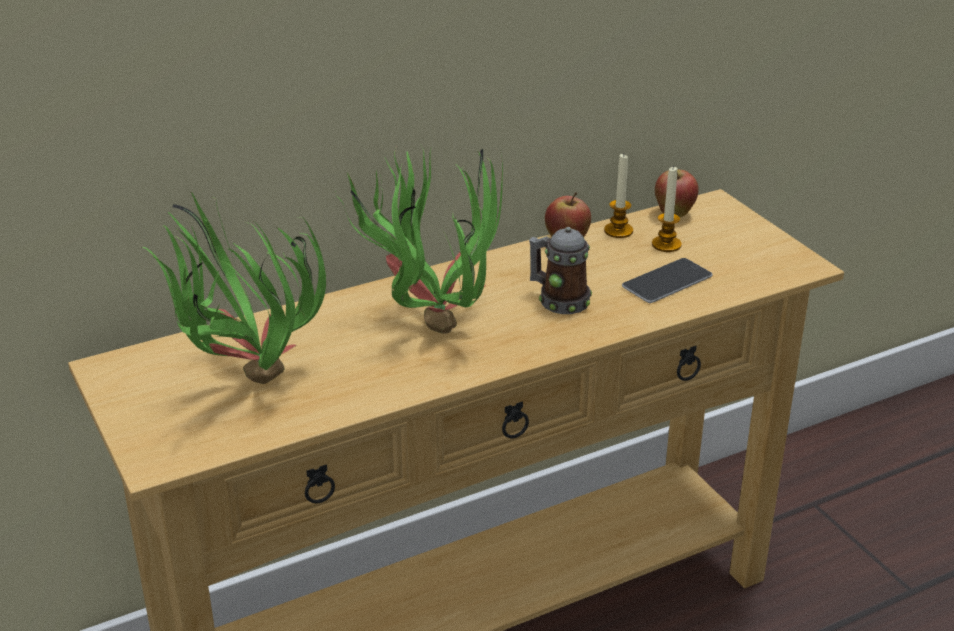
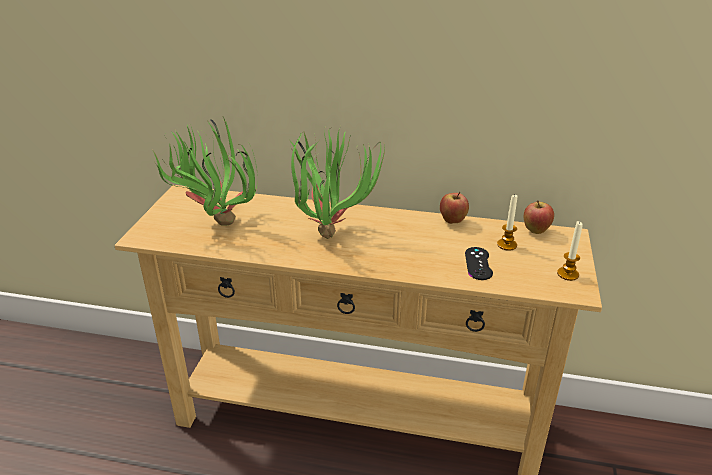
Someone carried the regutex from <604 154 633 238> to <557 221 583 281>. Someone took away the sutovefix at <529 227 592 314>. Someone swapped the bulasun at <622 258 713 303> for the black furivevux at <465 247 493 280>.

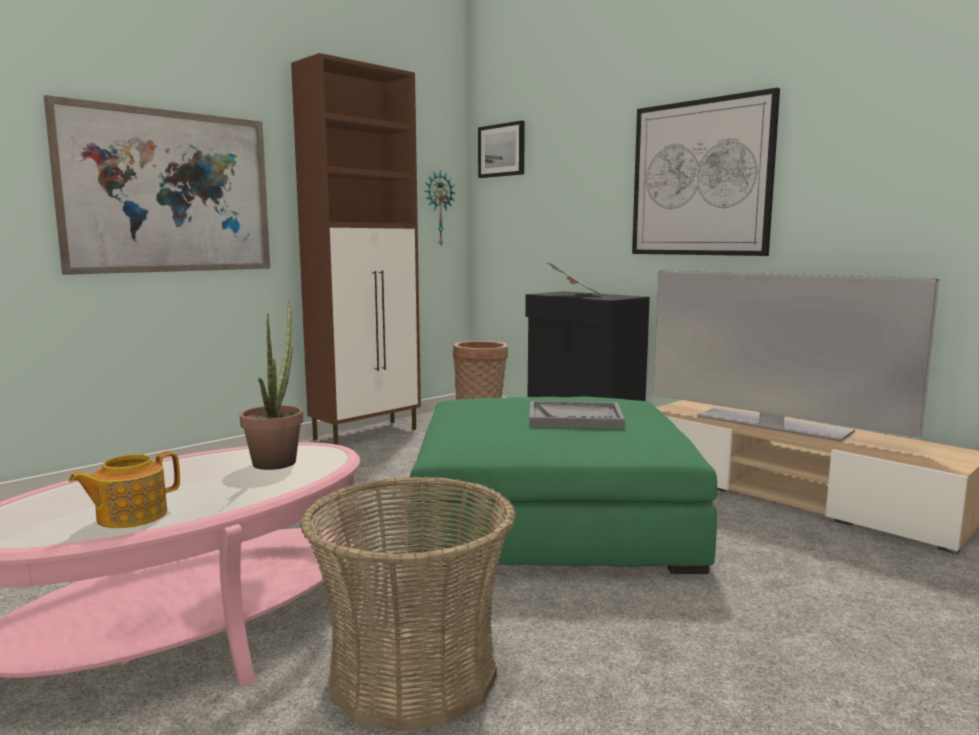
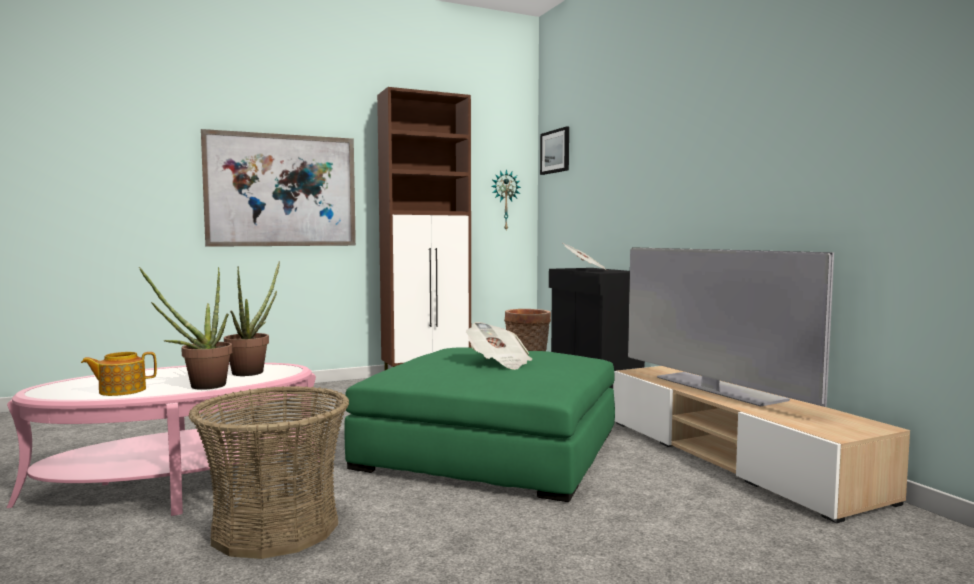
Someone took away the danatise at <632 88 780 256>. Someone swapped the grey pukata at <529 401 625 428> for the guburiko at <466 322 532 370>. Someone put down the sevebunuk at <139 267 232 390>.

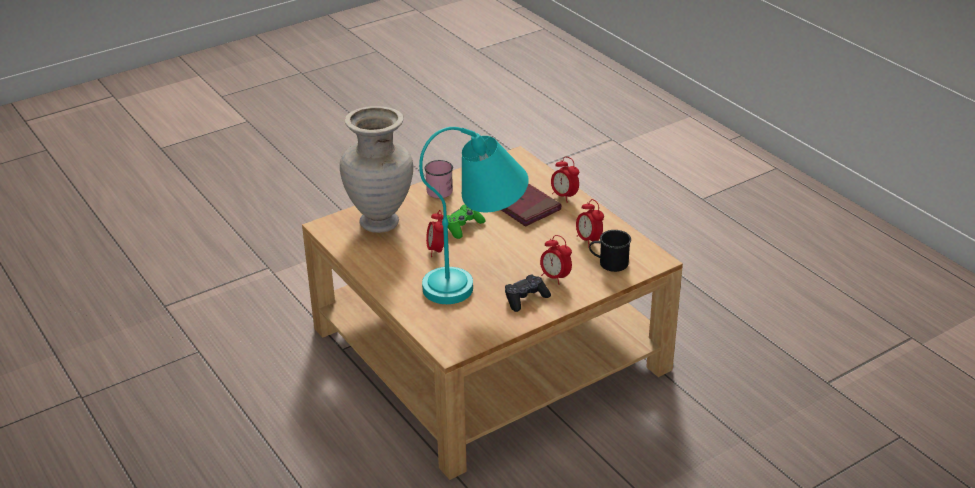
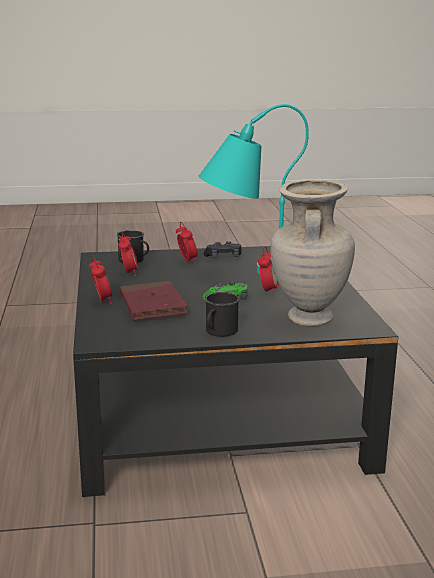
Someone repainted the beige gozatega at <302 146 683 480>, which became the black gozatega at <73 246 398 497>. Someone repainted the pink sutovefix at <424 160 453 198>, which became the black sutovefix at <205 292 240 337>.

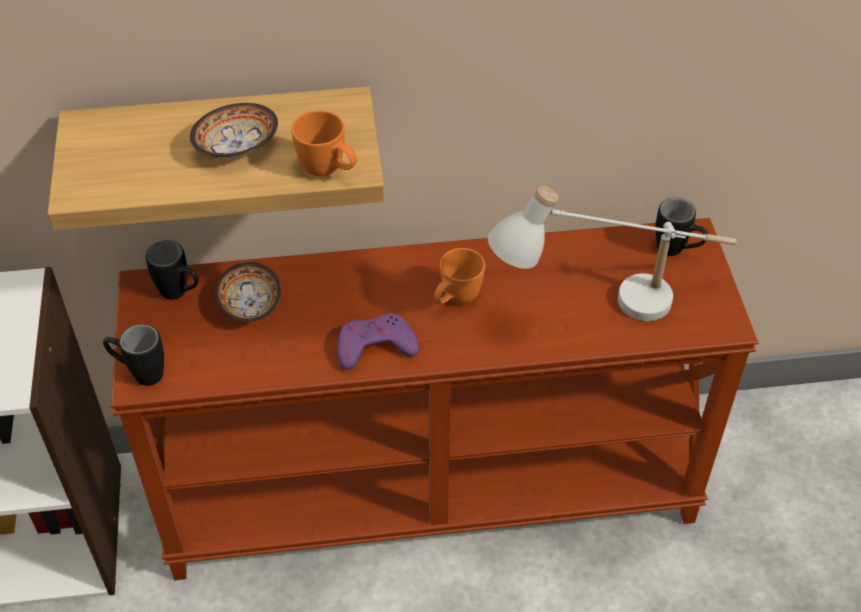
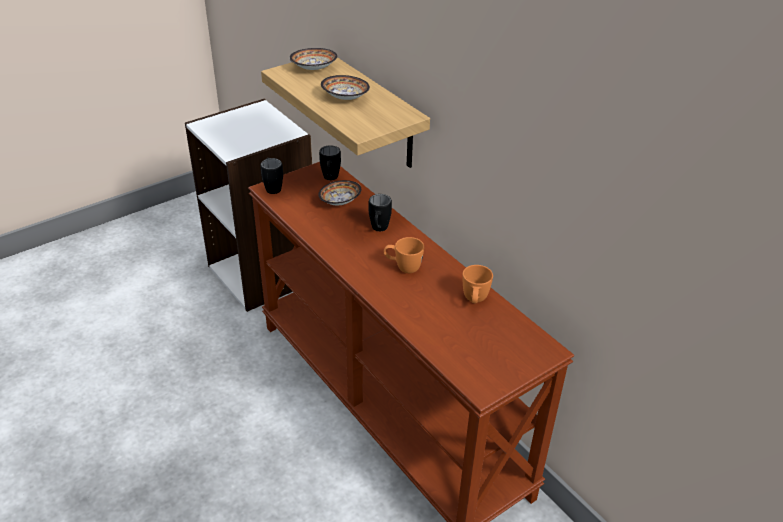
Someone carried the orange sutovefix from <291 110 357 177> to <462 265 493 303>. Someone took away the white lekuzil at <488 186 737 321>. Someone carried the black sutovefix from <655 198 708 256> to <369 194 392 231>. Someone took away the purple furivevux at <337 314 419 370>. Someone put down the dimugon at <289 48 337 70>.

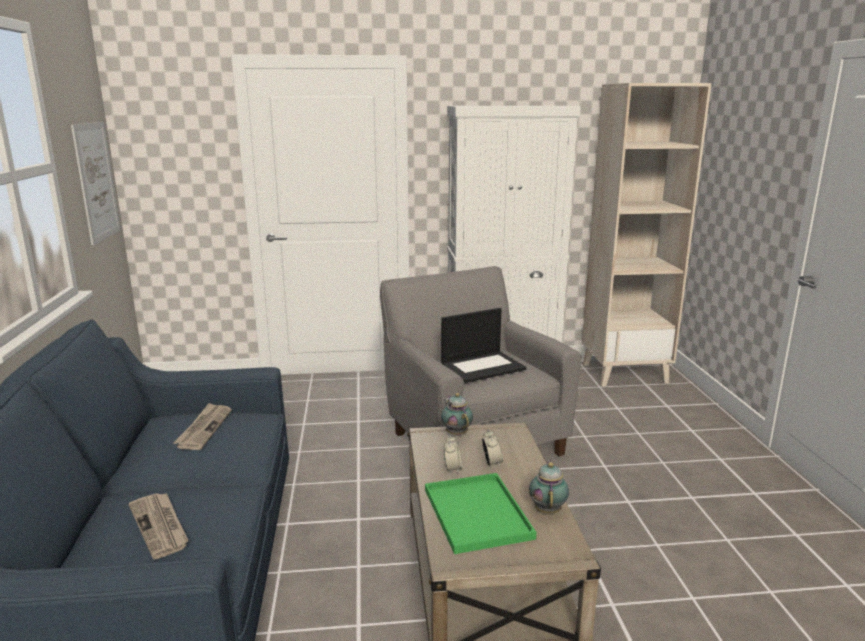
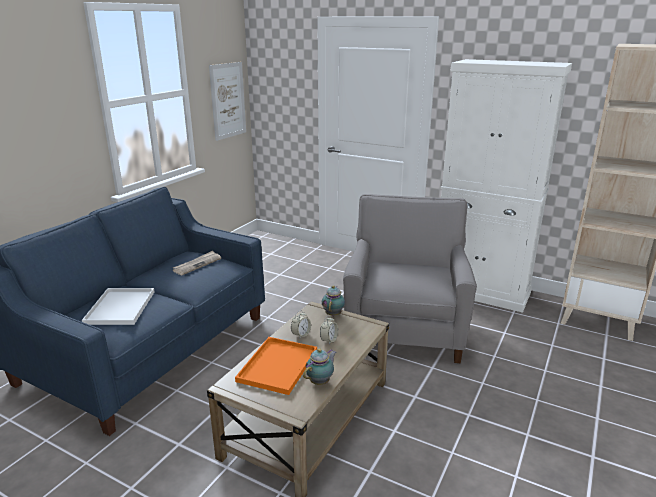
Someone took away the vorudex at <441 308 526 383>. Someone repainted the green pukata at <425 473 536 554>, which became the orange pukata at <235 337 317 395>. Someone swapped the guburiko at <129 493 189 559> for the white pukata at <82 288 155 325>.

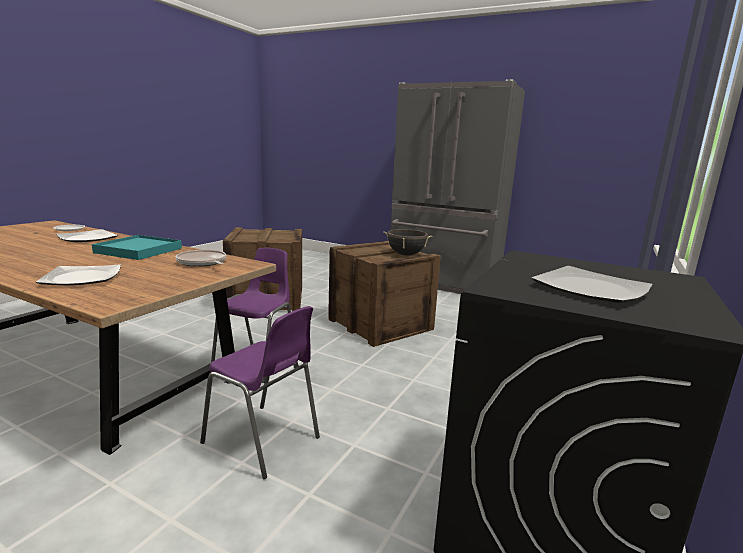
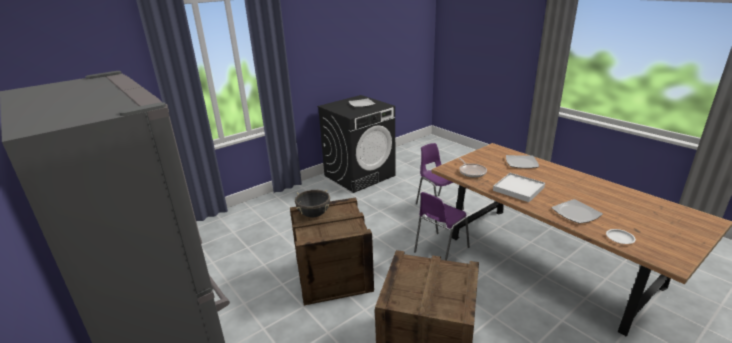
Someone repainted the turquoise pukata at <92 235 182 260>, which became the white pukata at <493 173 545 202>.

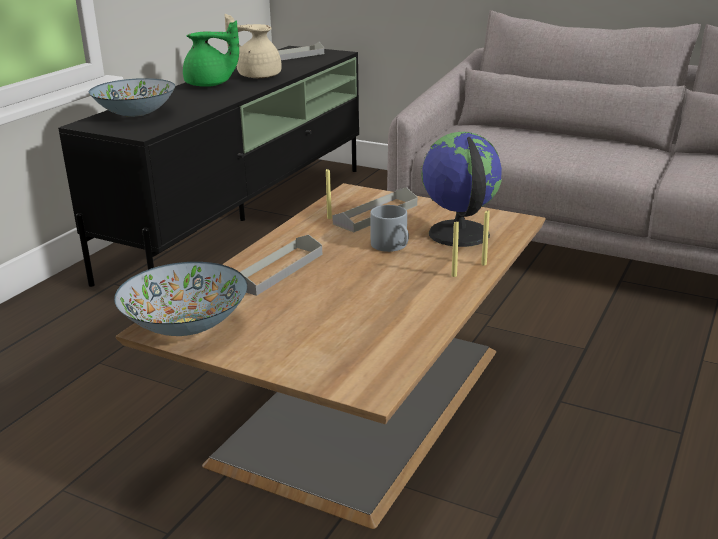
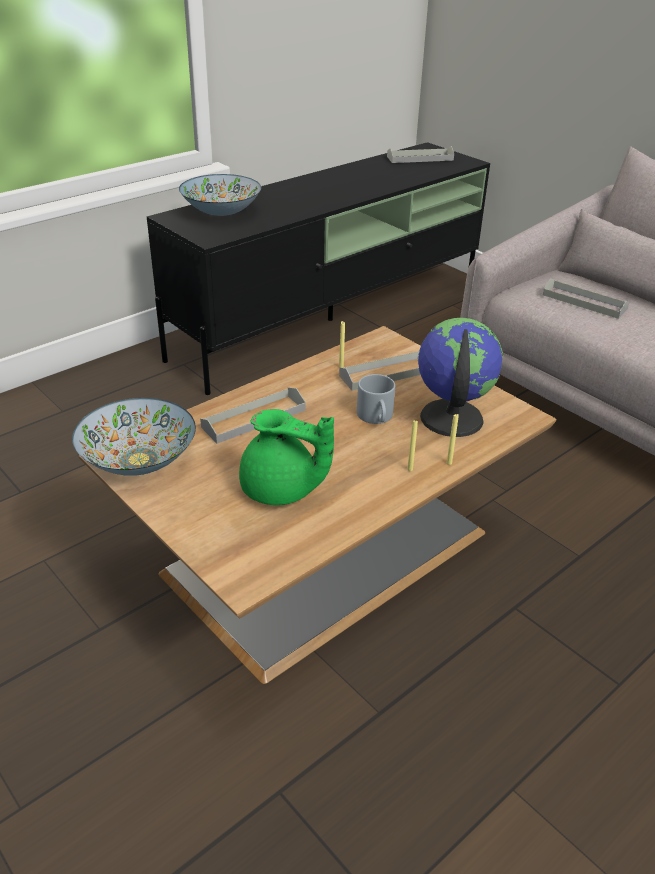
Someone took away the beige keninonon at <225 14 282 78>. Someone carried the green keninonon from <183 21 239 87> to <239 409 334 505>. Someone put down the grey pukata at <543 278 630 319>.

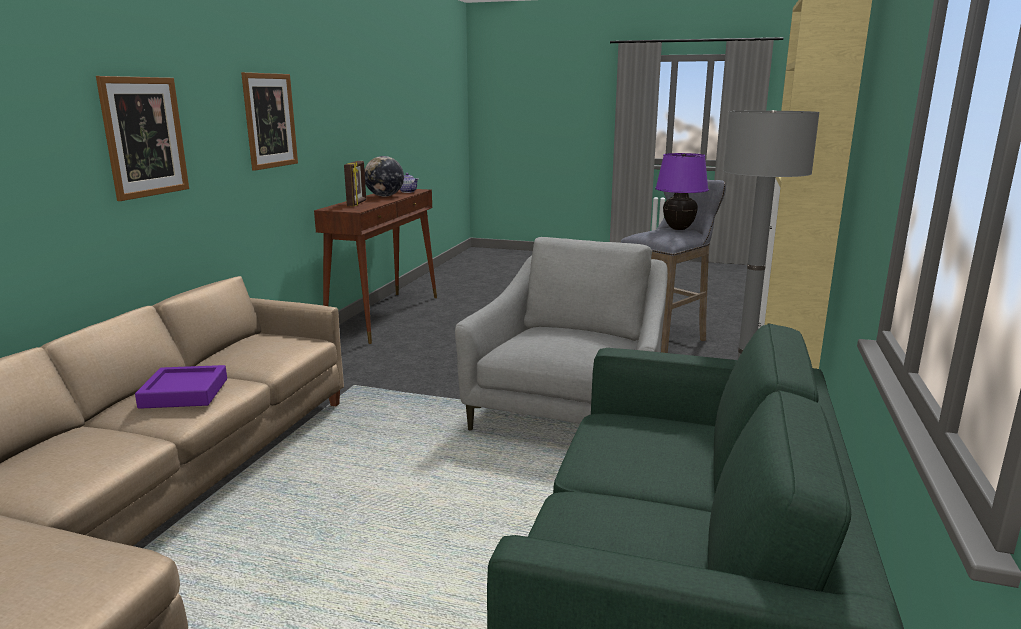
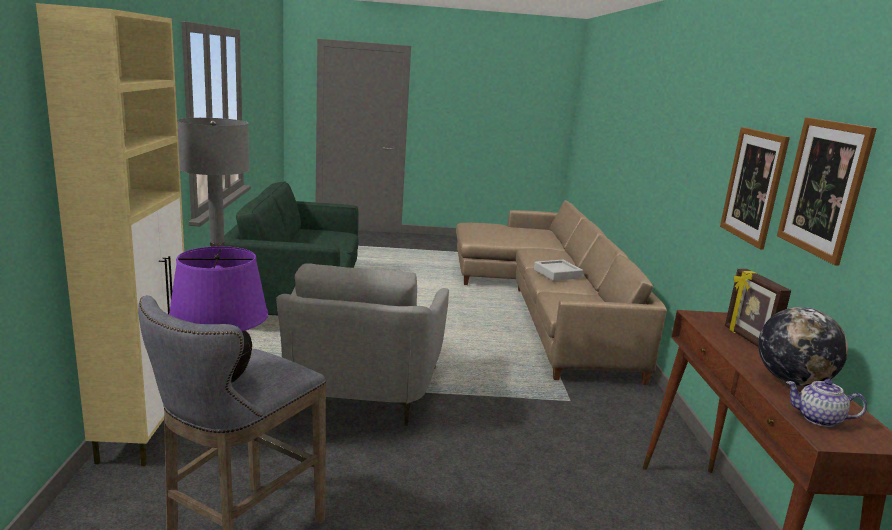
Someone carried the danatise from <96 76 189 201> to <777 117 877 266>. Someone repainted the purple pukata at <135 365 227 409>, which became the grey pukata at <534 260 583 281>.

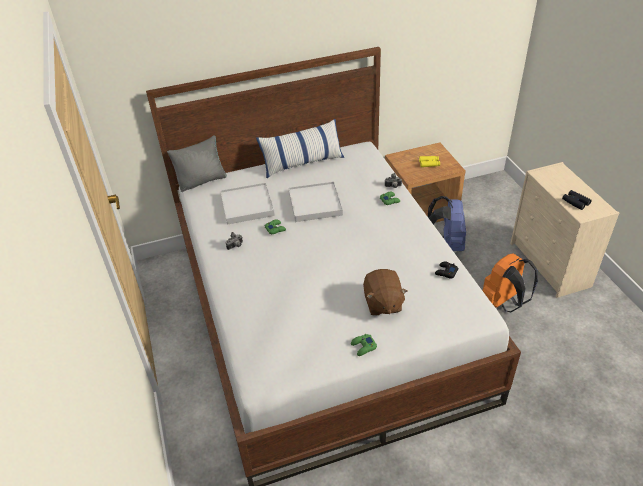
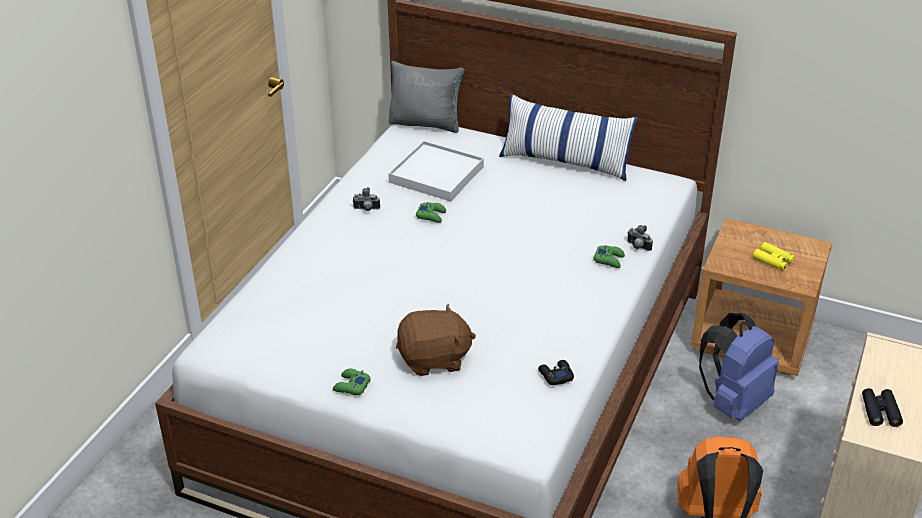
Someone took away the white pukata at <289 181 343 222>. Someone rotated the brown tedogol at <363 269 407 316> by 135 degrees counterclockwise.

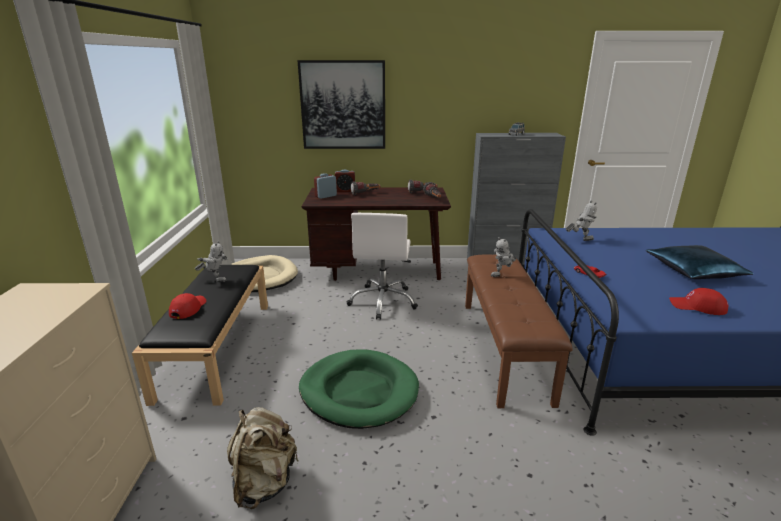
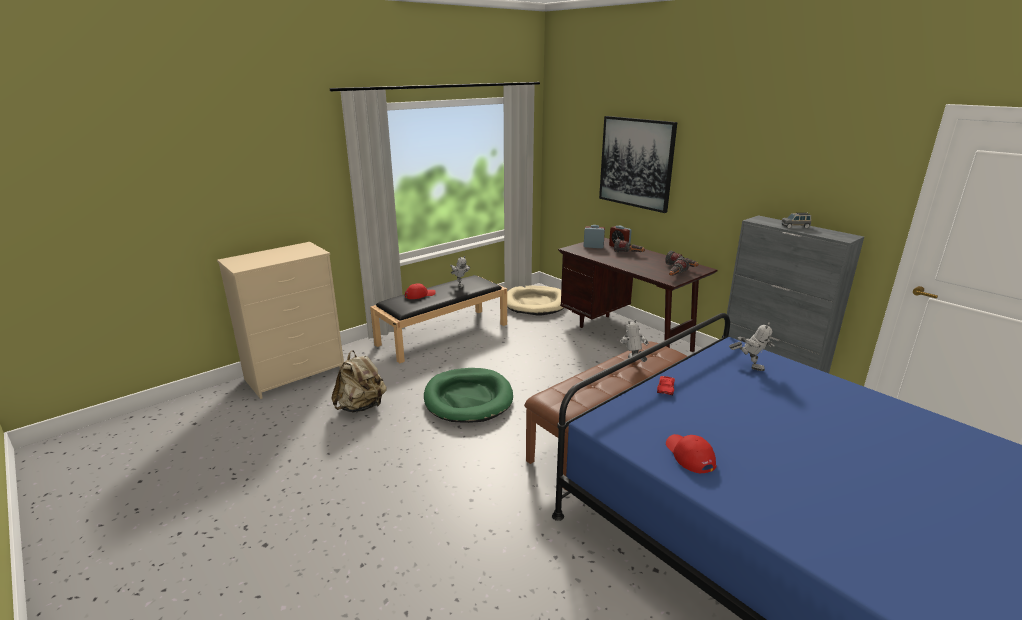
Someone took away the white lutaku at <347 213 418 320>. Someone rotated the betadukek at <491 237 517 277> by 60 degrees clockwise. Someone took away the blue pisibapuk at <646 245 753 279>.

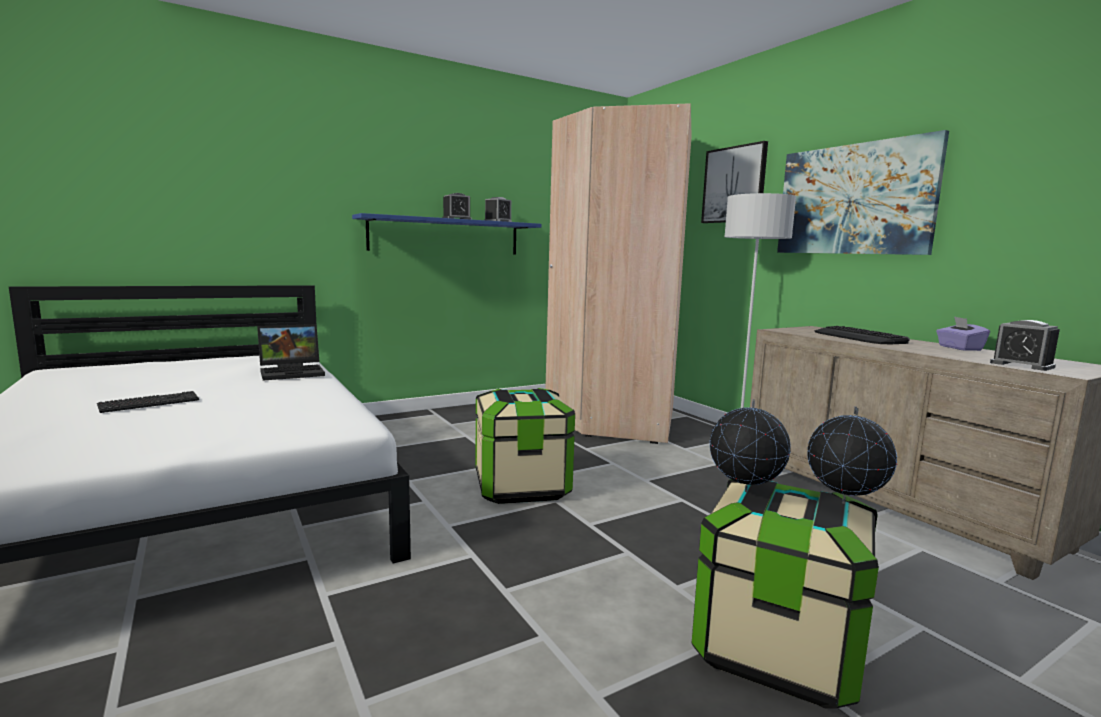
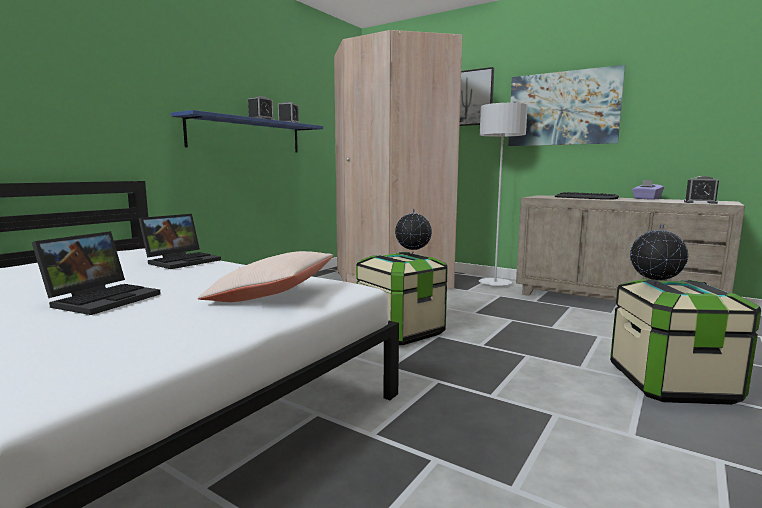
Someone swapped the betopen at <97 391 199 413> for the vorudex at <32 231 161 315>. Someone carried the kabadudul from <807 406 897 504> to <395 209 432 255>. Someone put down the beige pisibapuk at <198 251 333 302>.

